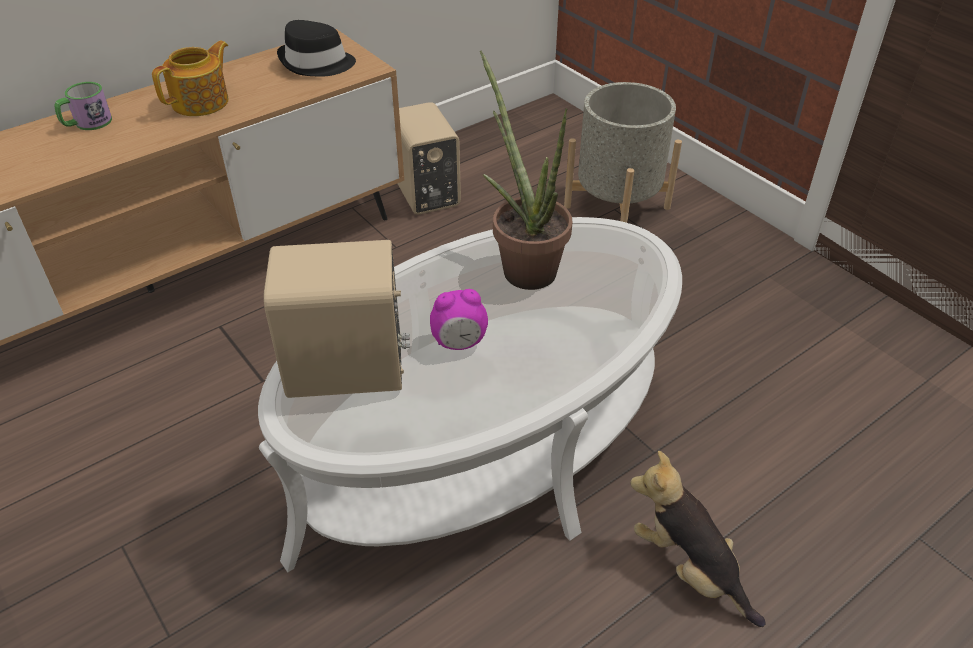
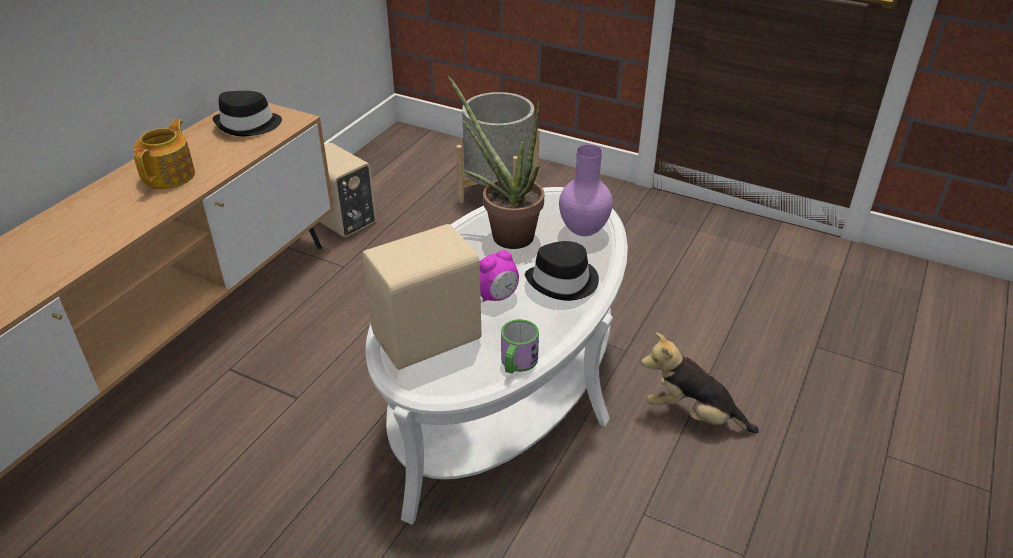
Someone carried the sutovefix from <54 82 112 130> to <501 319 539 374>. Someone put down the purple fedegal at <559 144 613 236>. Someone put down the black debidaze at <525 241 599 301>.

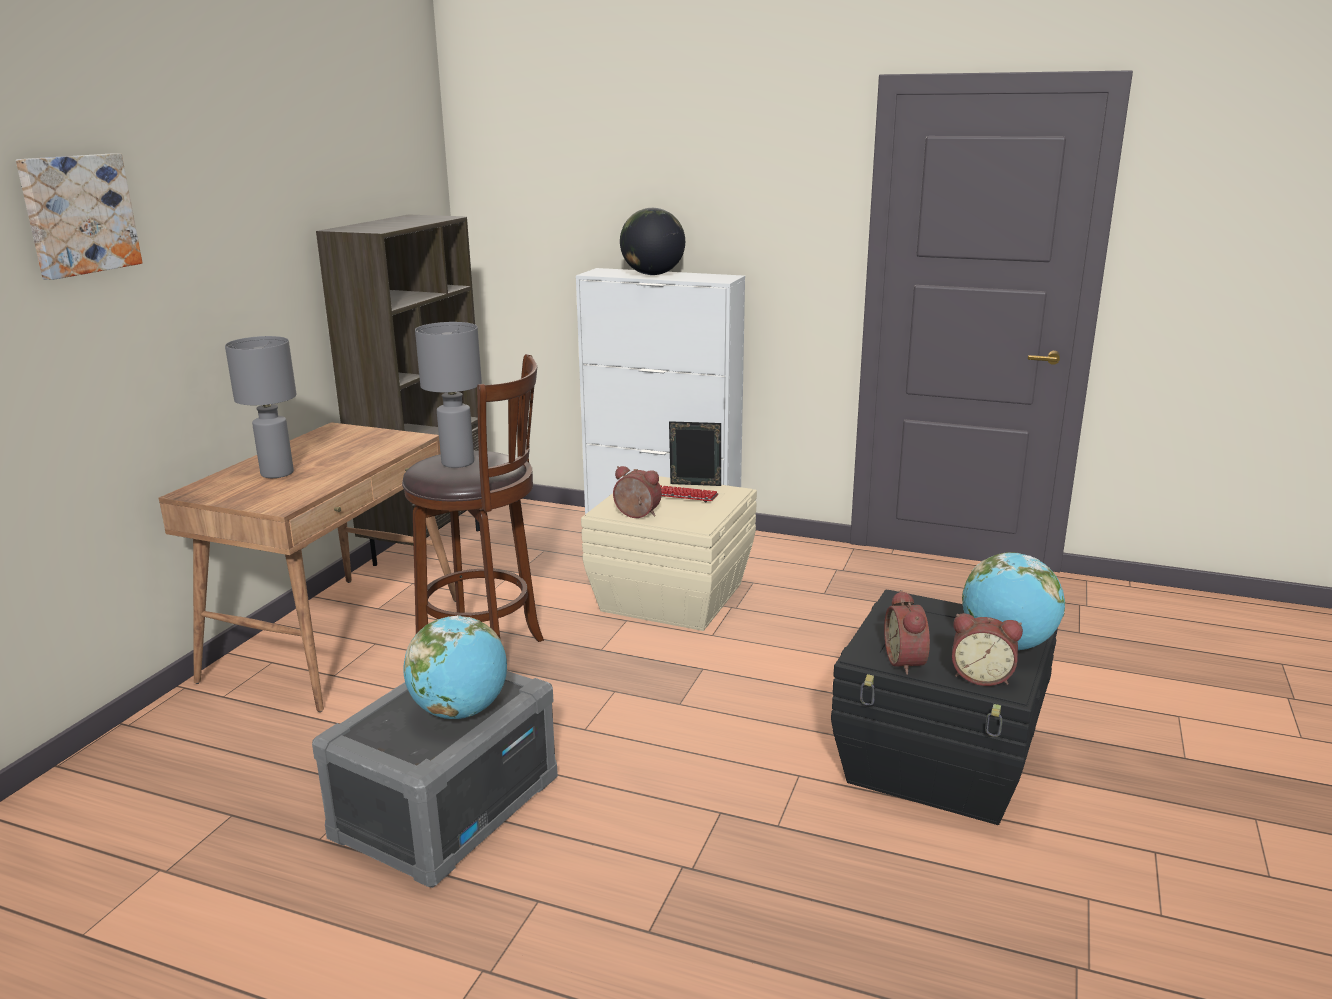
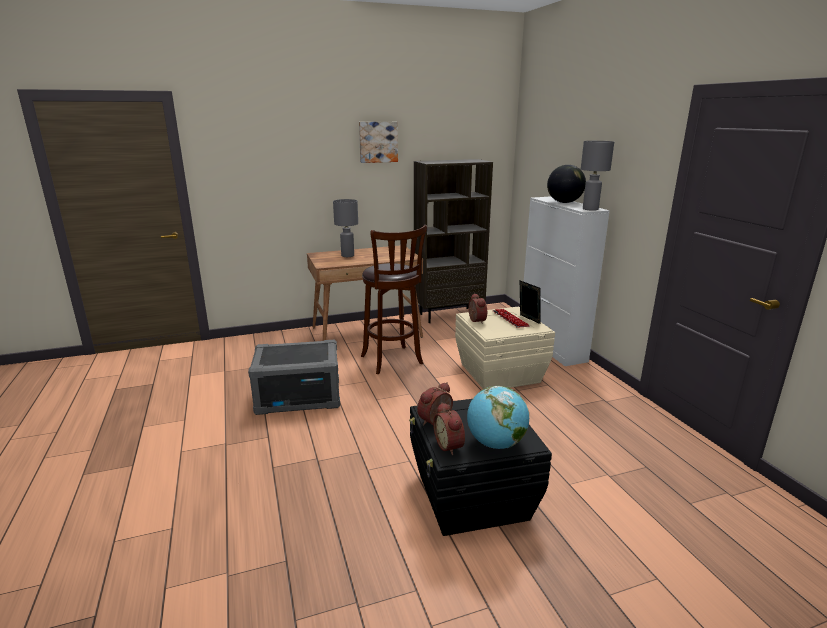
Someone carried the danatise from <16 154 142 280> to <359 122 398 163>. Someone carried the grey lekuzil from <415 322 482 468> to <581 141 614 211>. Someone took away the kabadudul at <403 615 507 719>.

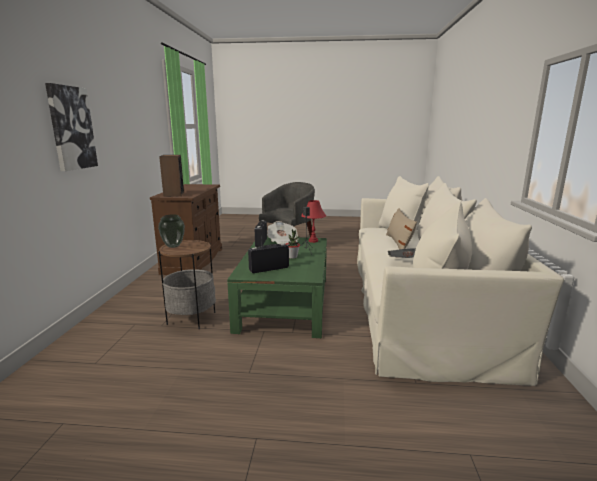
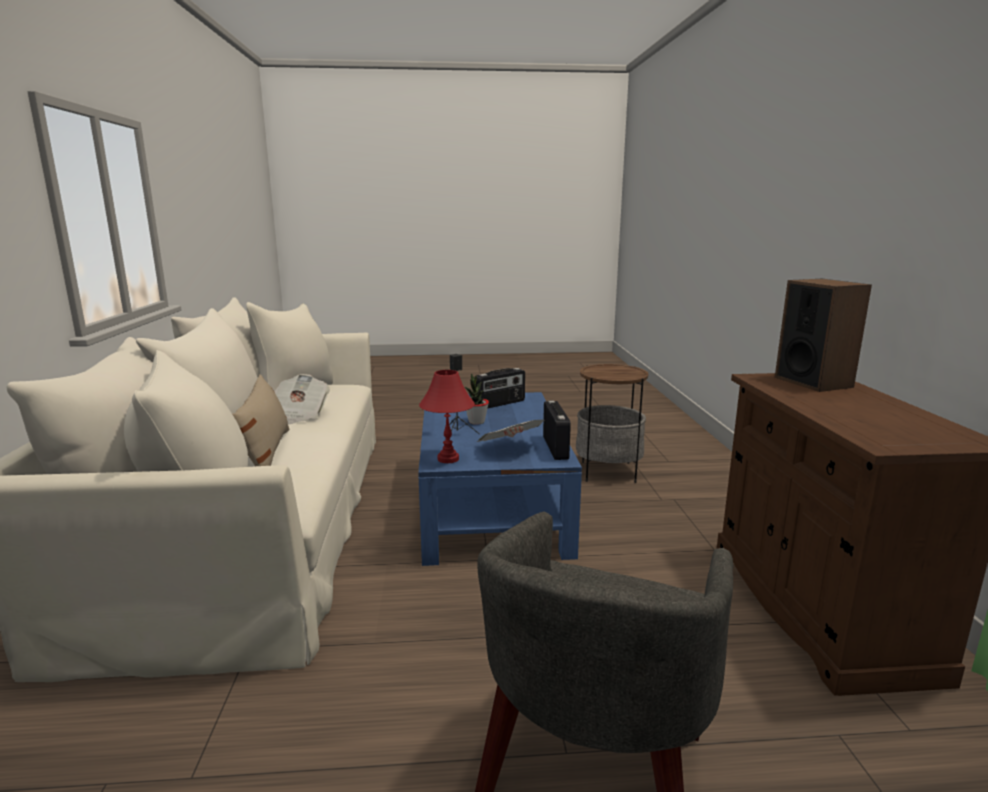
Someone took away the danatise at <45 83 98 171>. Someone took away the fedegal at <158 215 185 248>. Someone repainted the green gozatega at <227 237 327 338>, which became the blue gozatega at <418 392 582 566>.

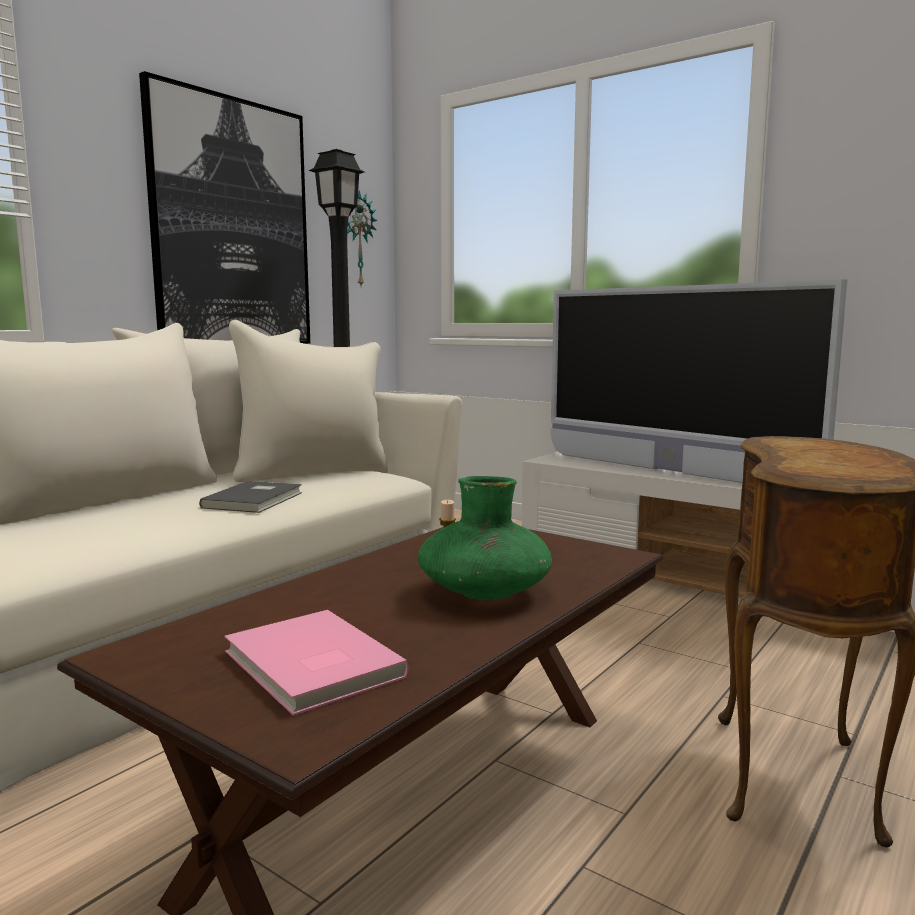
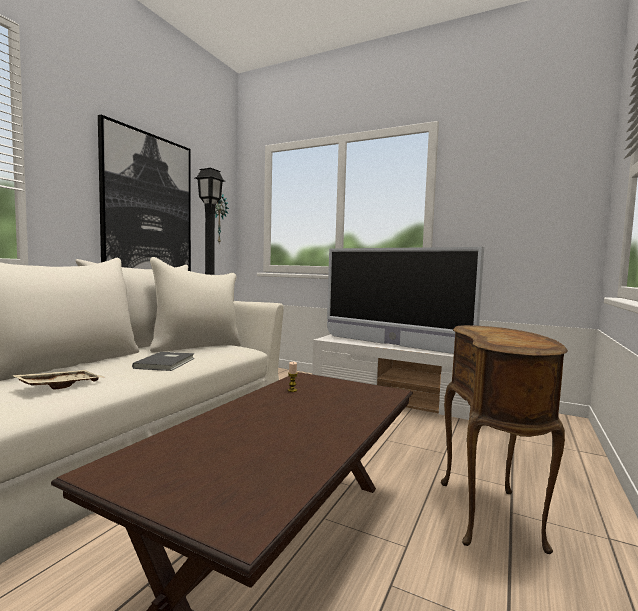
Someone took away the green fedegal at <418 476 552 600>. Someone took away the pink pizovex at <224 610 409 716>. Someone put down the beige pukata at <11 370 103 389>.

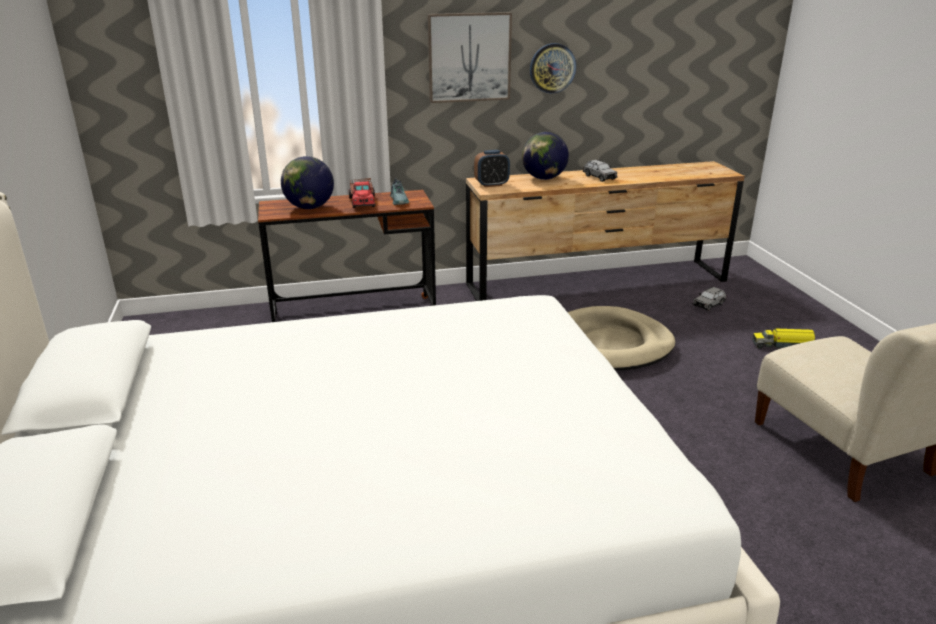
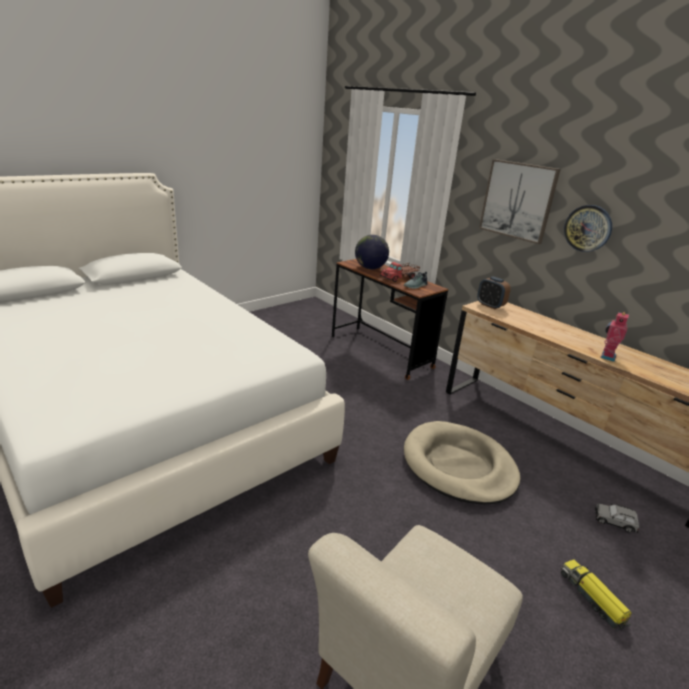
Someone took away the kabadudul at <522 132 569 180>. Someone took away the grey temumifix at <583 160 617 182>. Someone put down the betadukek at <600 311 629 362>.

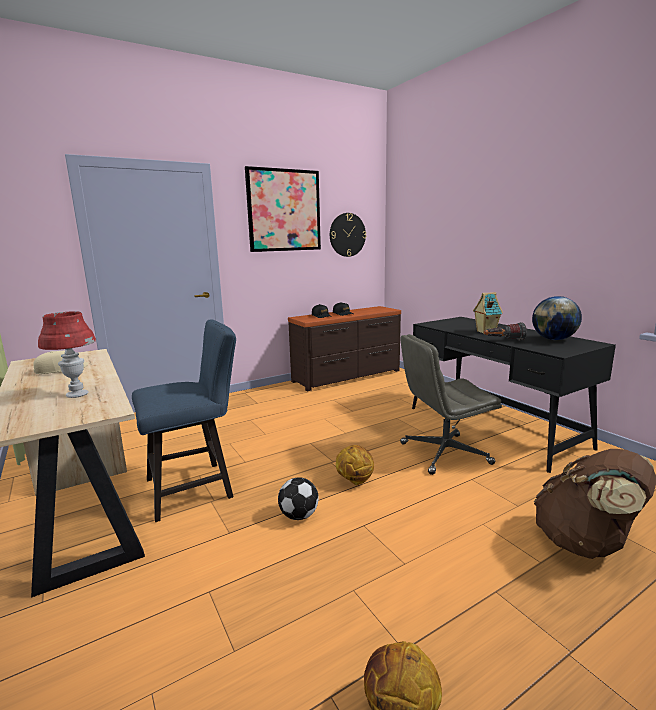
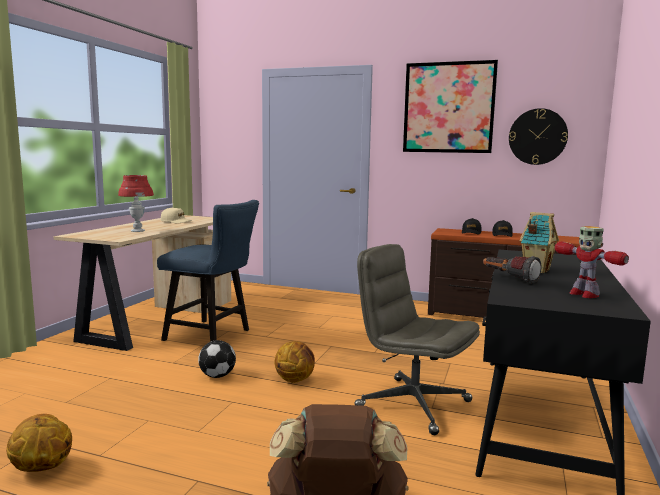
Someone swapped the kabadudul at <532 296 582 340> for the betadukek at <555 226 629 298>.

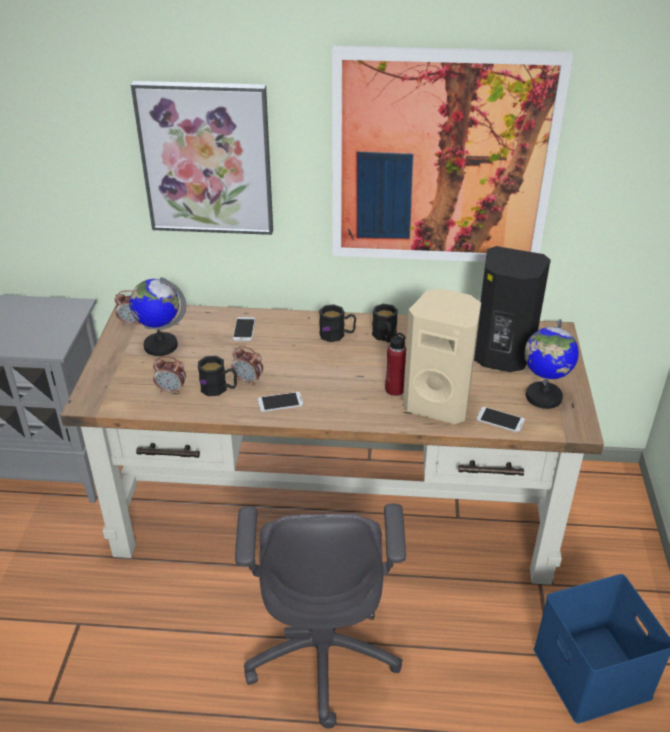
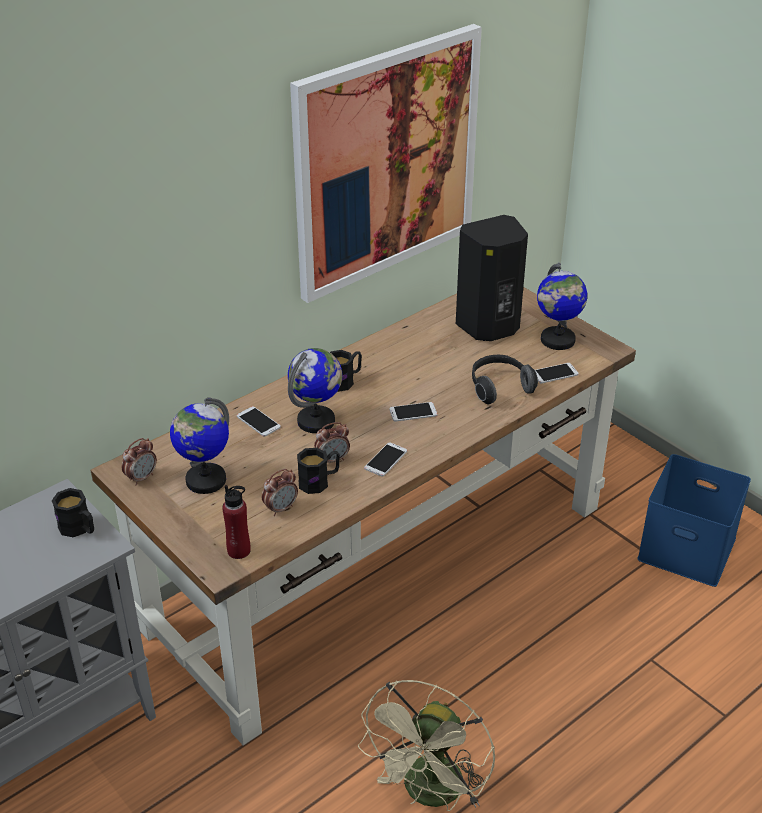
Someone took away the danatise at <131 81 273 235>. Someone swapped the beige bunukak at <403 289 481 424> for the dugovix at <472 355 538 405>. Someone carried the black sutovefix from <372 304 398 342> to <52 488 94 537>. Someone carried the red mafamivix from <385 329 406 396> to <222 485 251 559>. Someone took away the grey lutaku at <235 504 406 728>. Someone put down the kabadudul at <288 348 342 433>. Someone put down the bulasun at <389 402 437 422>. Someone put down the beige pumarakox at <358 680 495 811>.

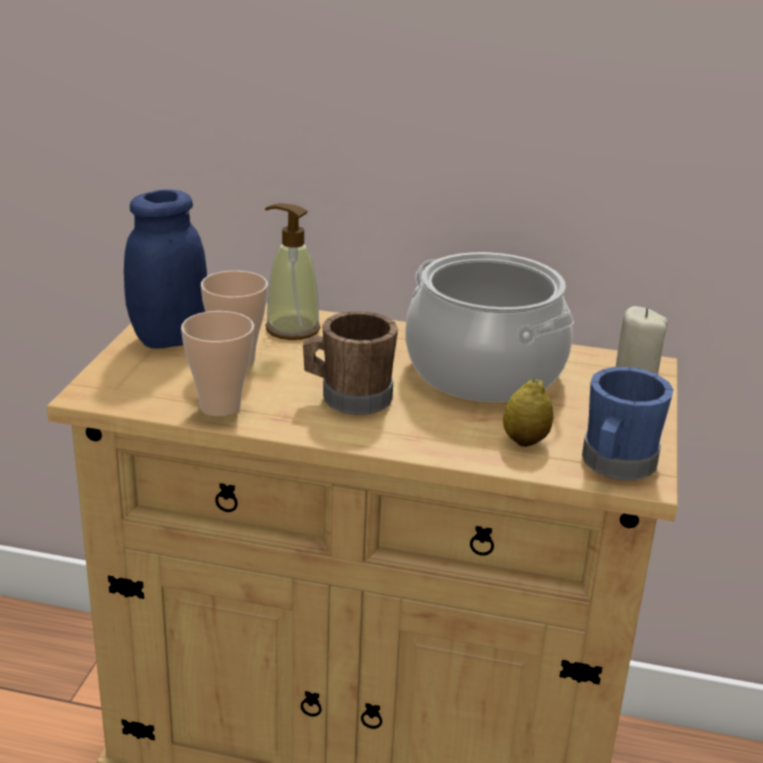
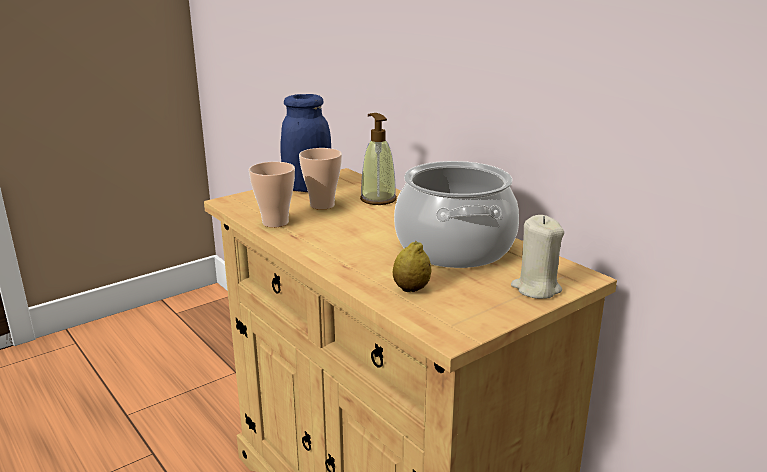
Someone took away the brown sutovefix at <303 311 398 415>. Someone took away the blue sutovefix at <582 367 673 480>.

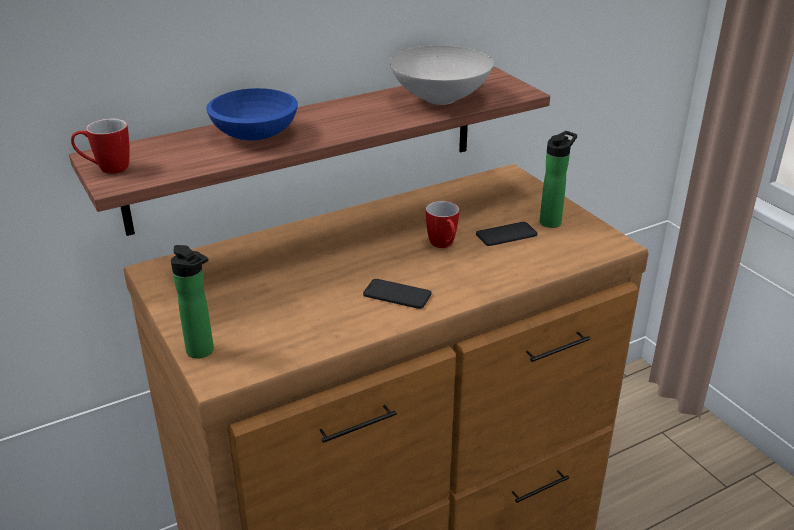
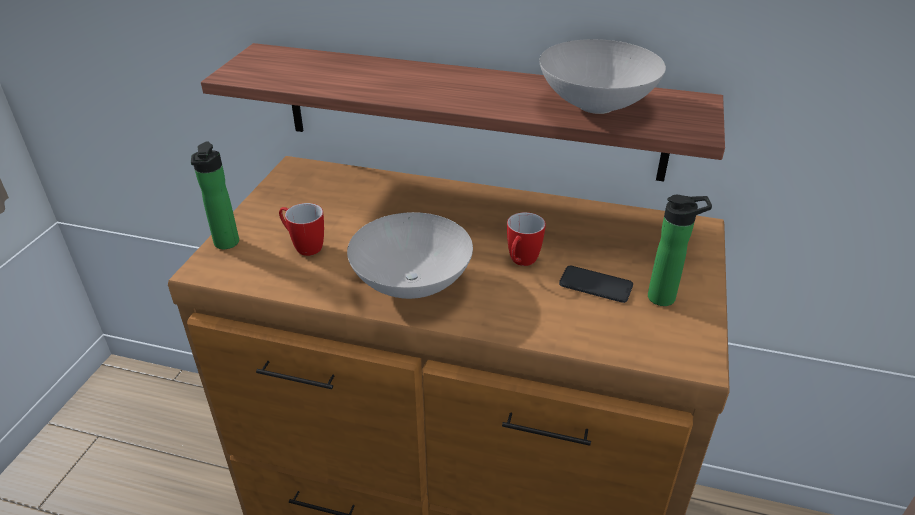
Someone took away the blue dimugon at <206 88 298 141>. Someone carried the sutovefix from <71 119 130 174> to <279 203 324 256>. Someone swapped the bulasun at <363 279 432 309> for the white dimugon at <347 212 473 299>.

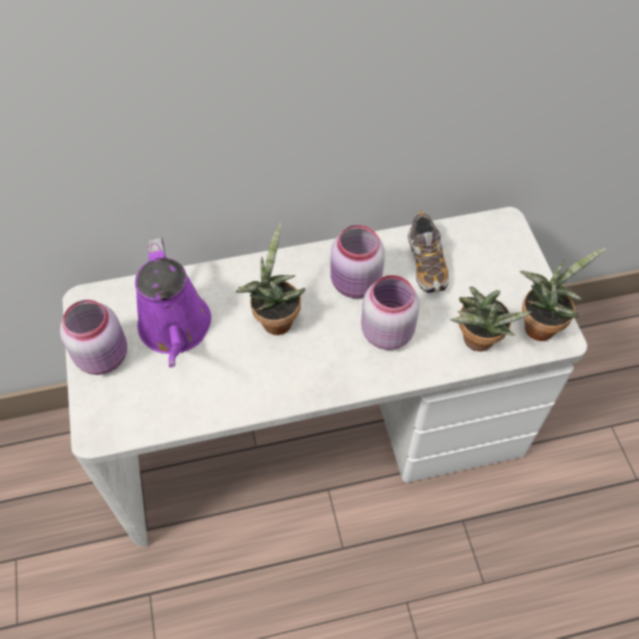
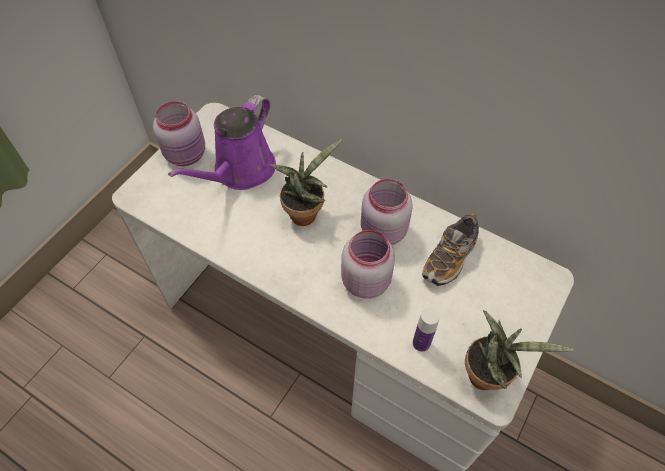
Someone swapped the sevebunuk at <450 286 531 351> for the mafamivix at <413 307 440 352>.

